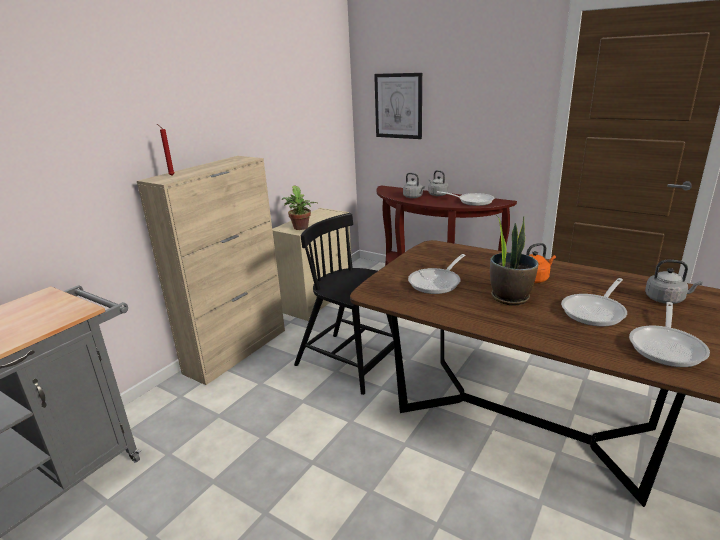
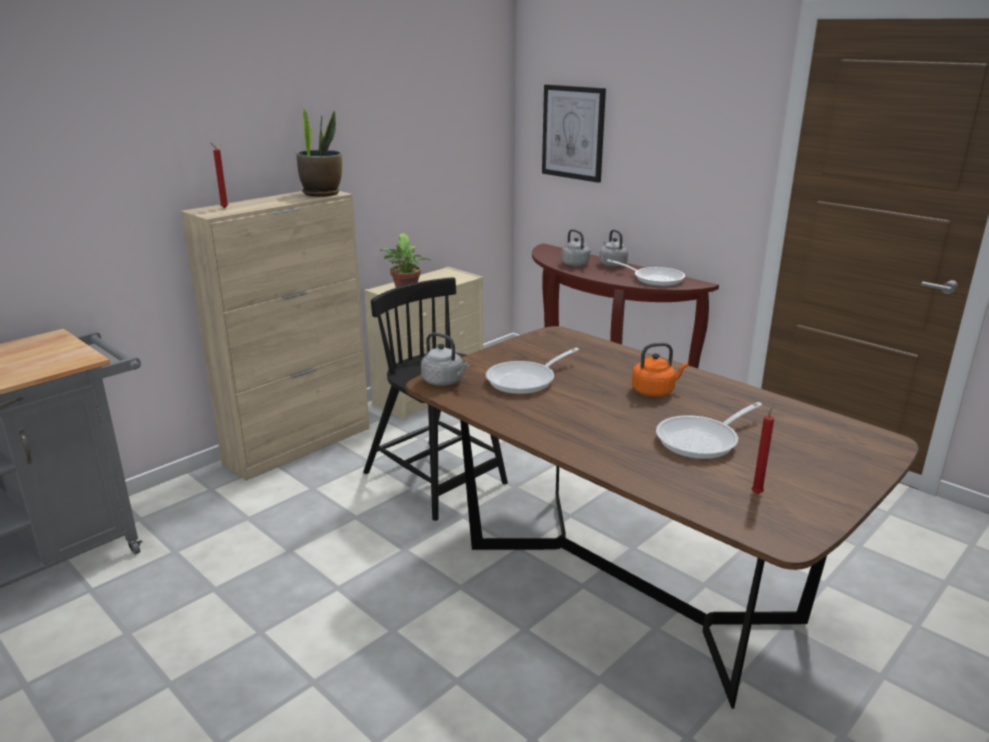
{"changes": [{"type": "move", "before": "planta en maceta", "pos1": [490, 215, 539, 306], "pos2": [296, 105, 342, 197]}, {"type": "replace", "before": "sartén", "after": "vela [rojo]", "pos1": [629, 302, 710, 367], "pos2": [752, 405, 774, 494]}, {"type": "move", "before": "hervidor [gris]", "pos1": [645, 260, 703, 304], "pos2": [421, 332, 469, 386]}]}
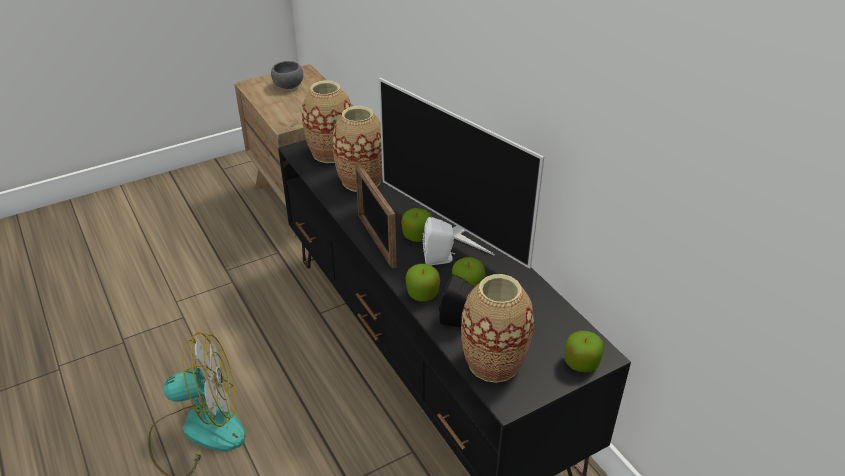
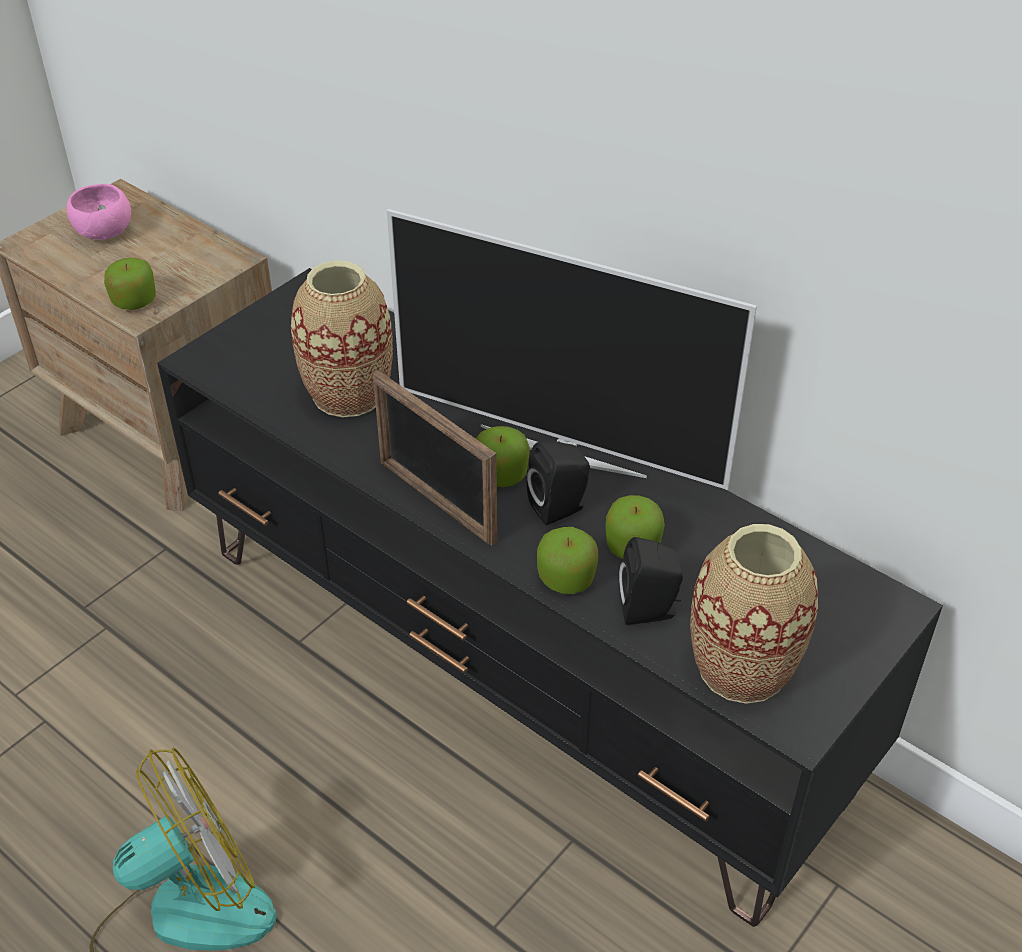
{"changes": [{"type": "recolor", "before": "cuenco [gris]", "after": "cuenco [rosa]", "pos1": [271, 61, 303, 89], "pos2": [67, 184, 131, 240]}, {"type": "delete", "before": "florero", "pos1": [302, 80, 352, 163]}, {"type": "recolor", "before": "altavoz [blanco]", "after": "altavoz [negro]", "pos1": [422, 217, 455, 265], "pos2": [527, 441, 590, 525]}, {"type": "move", "before": "manzana", "pos1": [565, 331, 603, 372], "pos2": [104, 258, 156, 310]}]}
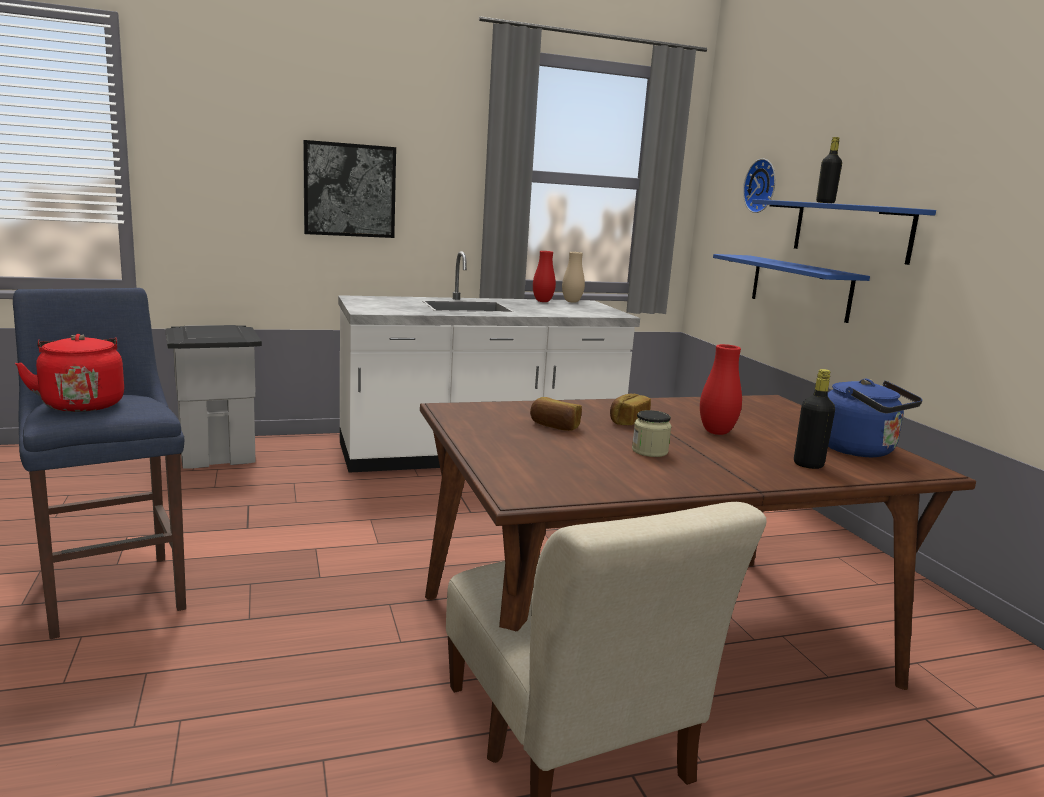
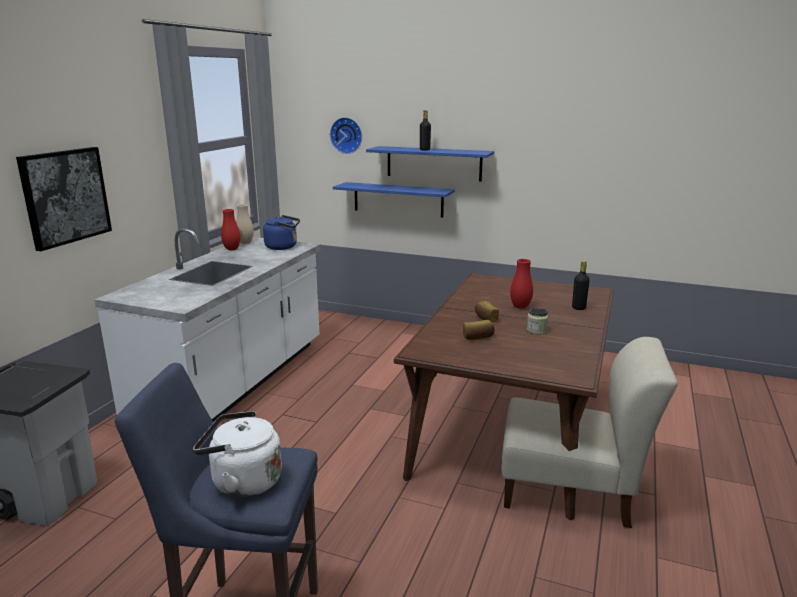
{"changes": [{"type": "recolor", "before": "hervidor [rojo]", "after": "hervidor [blanco]", "pos1": [15, 334, 124, 412], "pos2": [193, 411, 282, 498]}, {"type": "move", "before": "hervidor [azul]", "pos1": [828, 379, 923, 457], "pos2": [263, 215, 300, 250]}]}
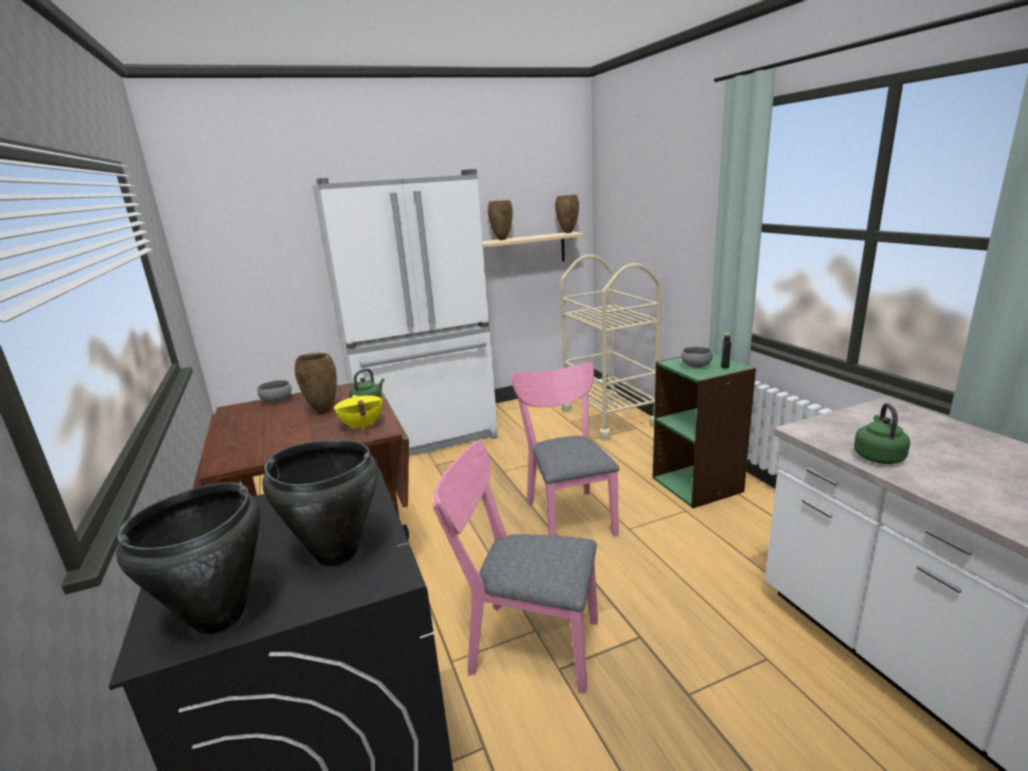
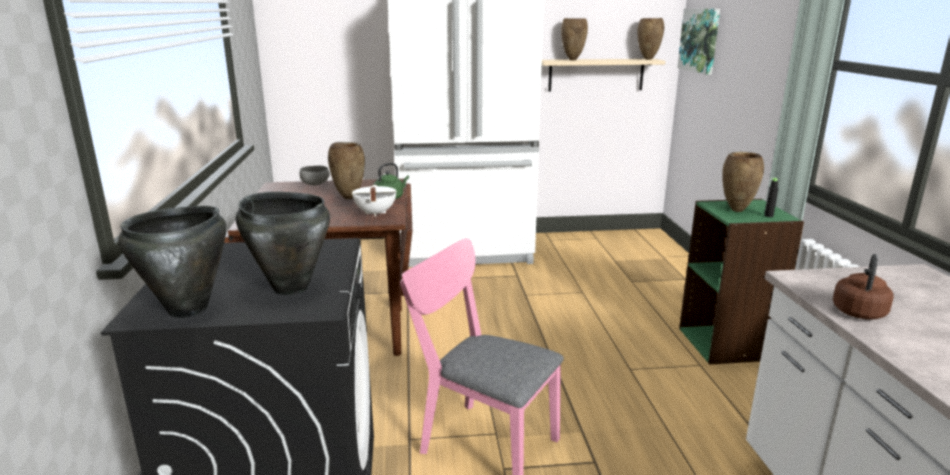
{"changes": [{"type": "recolor", "before": "olla [amarillo]", "after": "olla [blanco]", "pos1": [334, 395, 382, 430], "pos2": [352, 185, 397, 217]}, {"type": "delete", "before": "silla [rosa]", "pos1": [511, 363, 619, 537]}, {"type": "delete", "before": "carrito [beis]", "pos1": [561, 254, 662, 441]}, {"type": "replace", "before": "cuenco [gris]", "after": "florero [marrón]", "pos1": [681, 347, 713, 368], "pos2": [722, 152, 764, 212]}, {"type": "recolor", "before": "hervidor [verde]", "after": "hervidor [marrón]", "pos1": [854, 403, 910, 464], "pos2": [833, 254, 894, 320]}, {"type": "insert", "after": "cuadro", "pos2": [677, 8, 720, 75]}]}
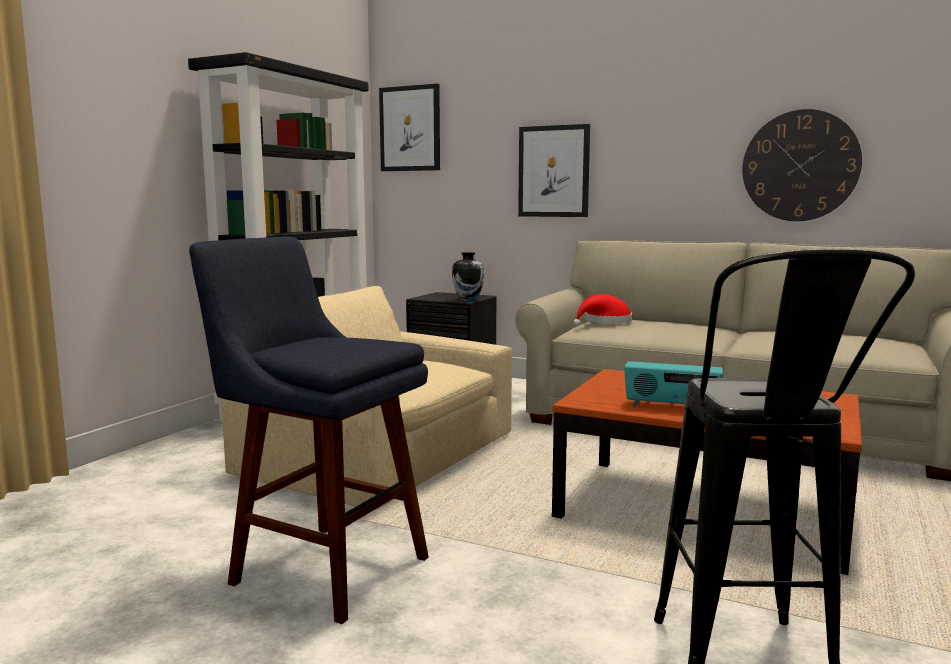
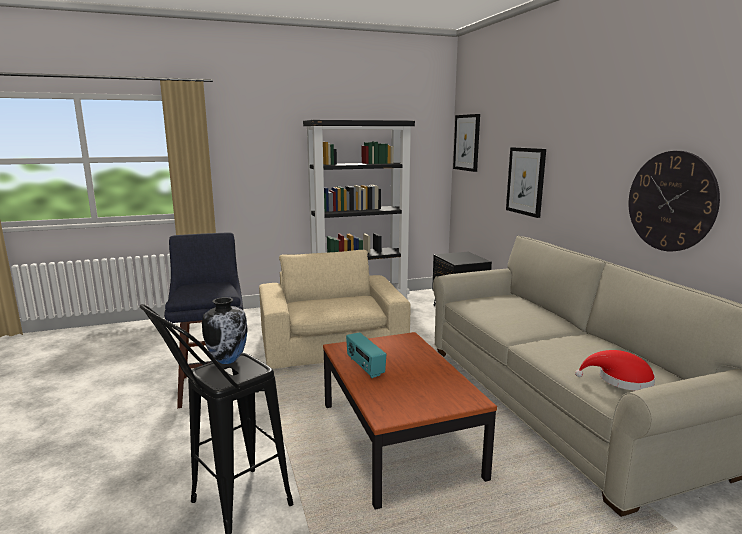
{"changes": [{"type": "move", "before": "florero", "pos1": [452, 252, 484, 301], "pos2": [202, 297, 247, 364]}, {"type": "move", "before": "sombrero [rojo]", "pos1": [573, 294, 632, 326], "pos2": [575, 350, 655, 391]}]}
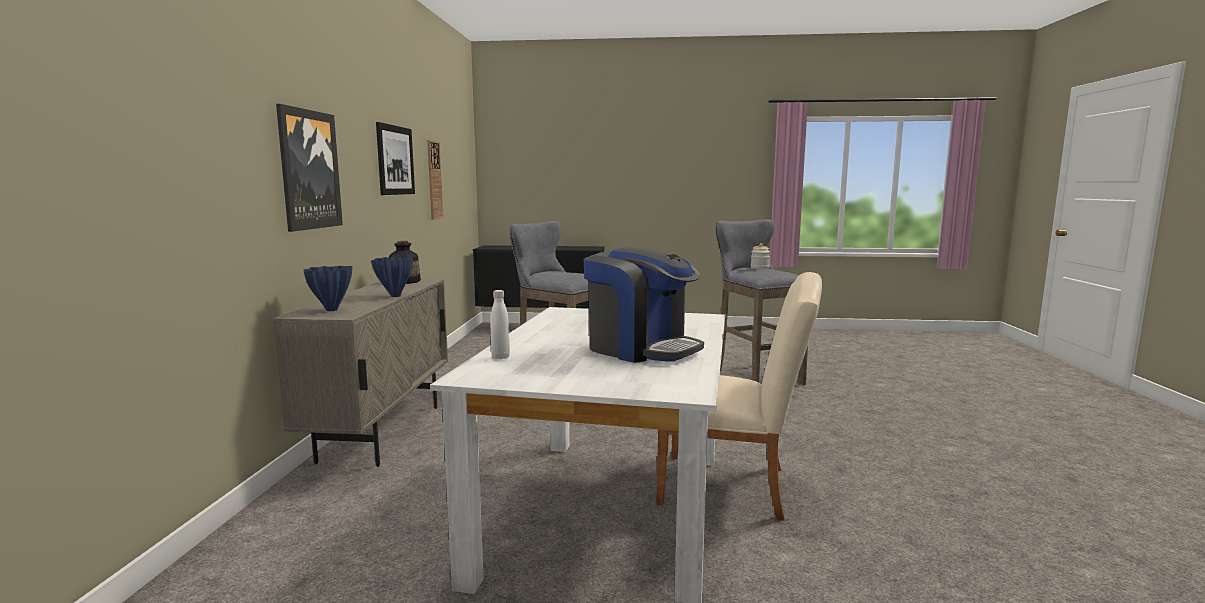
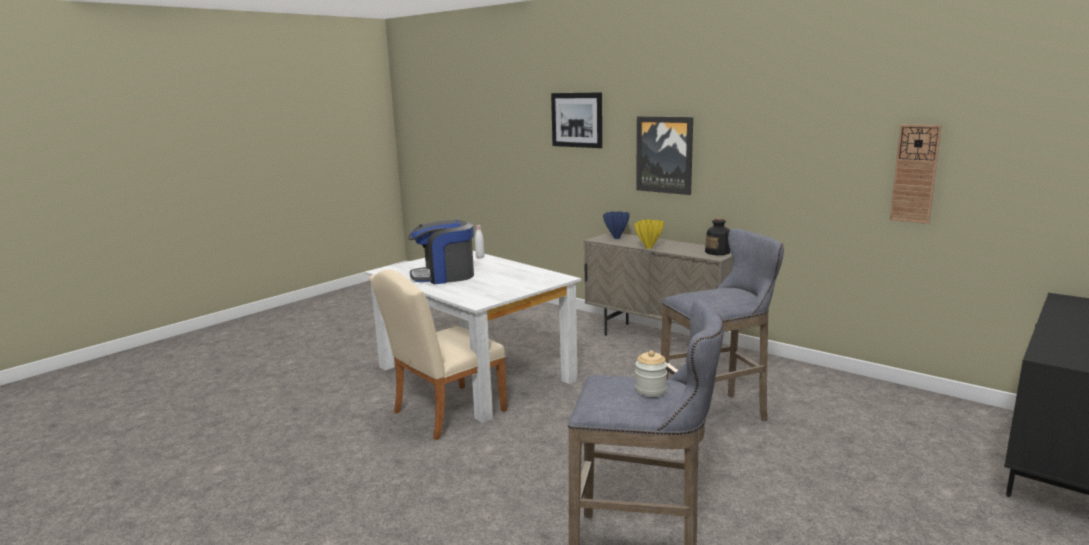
{"changes": [{"type": "recolor", "before": "florero [azul]", "after": "florero [amarillo]", "pos1": [371, 257, 413, 297], "pos2": [634, 219, 664, 249]}, {"type": "move", "before": "cuadro", "pos1": [376, 122, 415, 195], "pos2": [551, 92, 602, 148]}]}
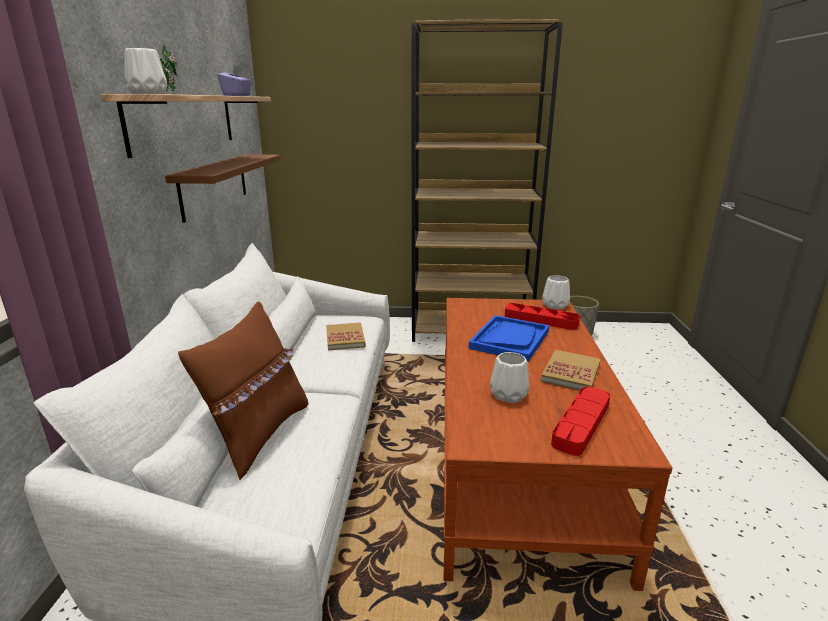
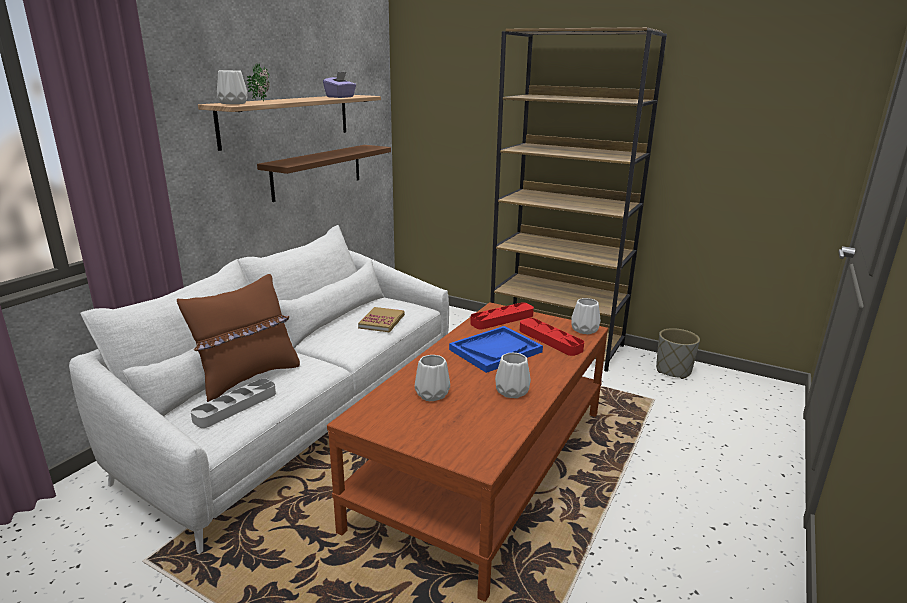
{"changes": [{"type": "replace", "before": "libro", "after": "florero [blanco]", "pos1": [541, 350, 601, 391], "pos2": [495, 353, 531, 398]}, {"type": "move", "before": "bandeja [rojo]", "pos1": [551, 387, 610, 456], "pos2": [470, 303, 534, 329]}, {"type": "insert", "after": "bandeja [gris]", "pos2": [191, 378, 276, 428]}]}
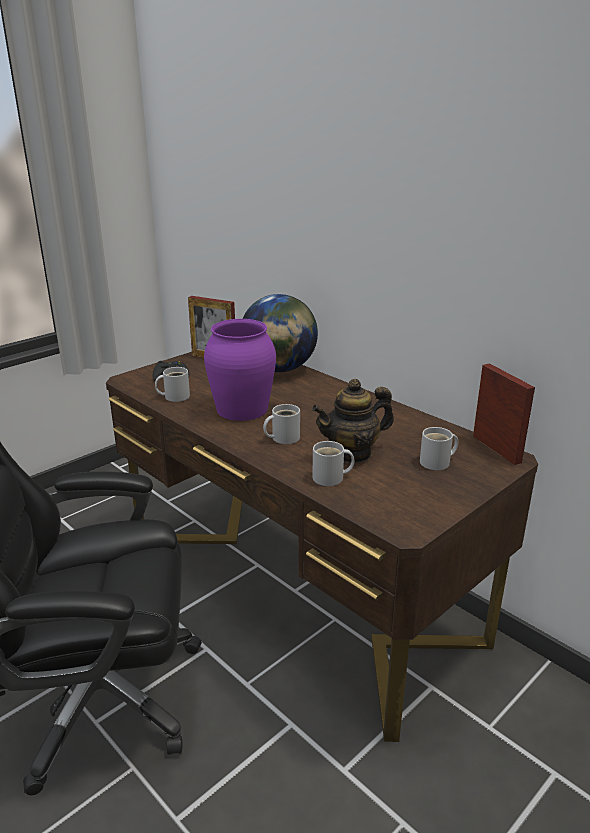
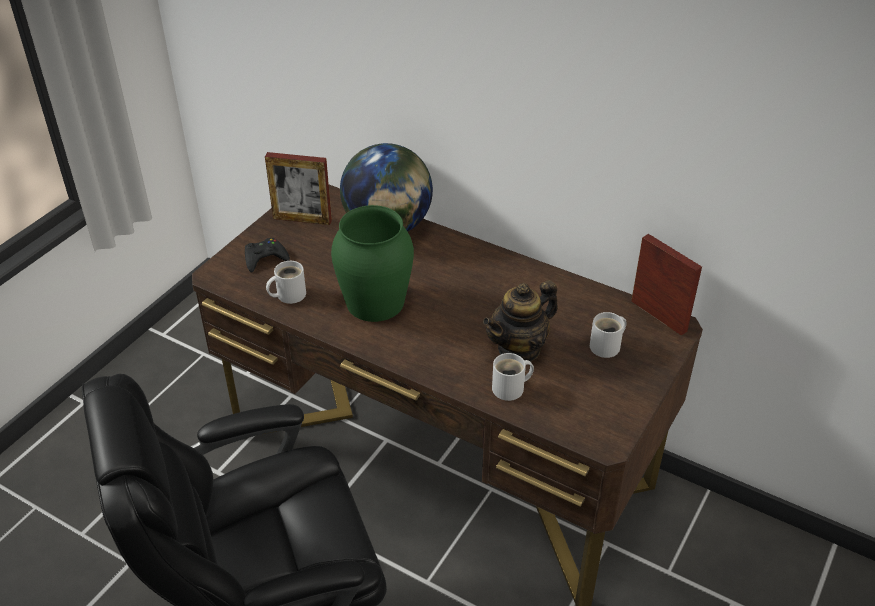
{"changes": [{"type": "recolor", "before": "florero [morado]", "after": "florero [verde]", "pos1": [204, 319, 276, 421], "pos2": [331, 205, 414, 322]}, {"type": "delete", "before": "taza grande [blanco]", "pos1": [263, 404, 300, 444]}]}
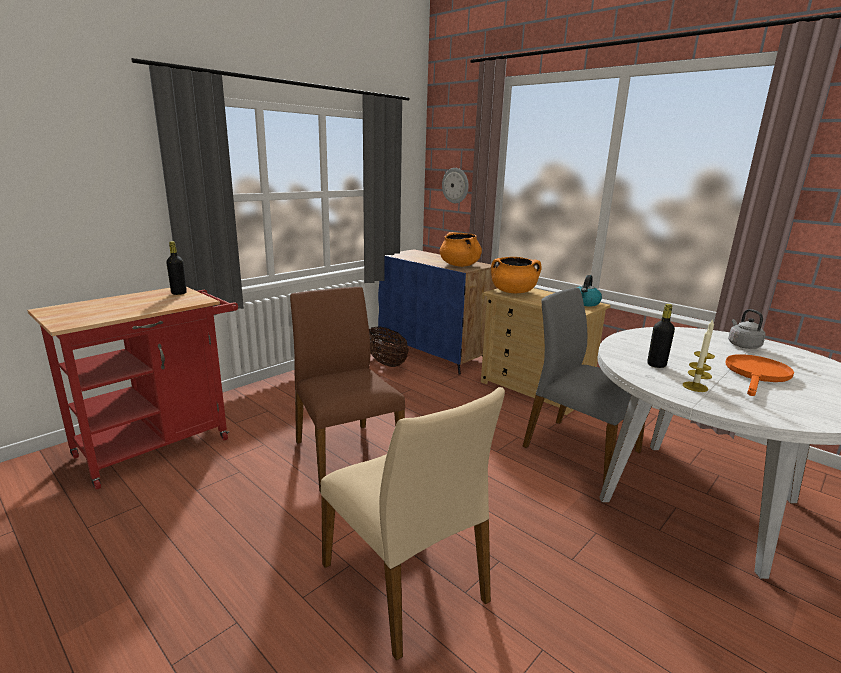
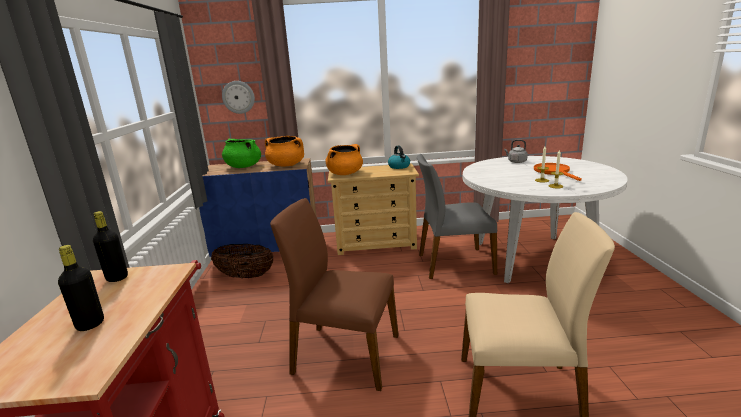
{"changes": [{"type": "move", "before": "botella [negro]", "pos1": [647, 304, 675, 368], "pos2": [58, 245, 104, 331]}, {"type": "insert", "after": "olla [verde]", "pos2": [222, 139, 261, 168]}]}
